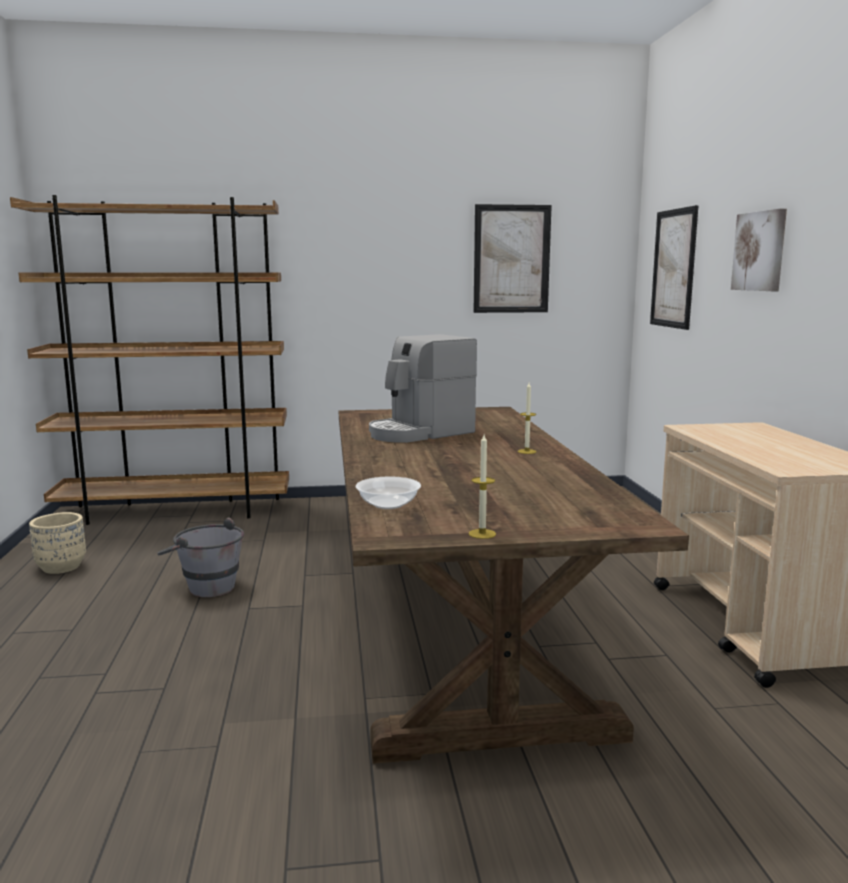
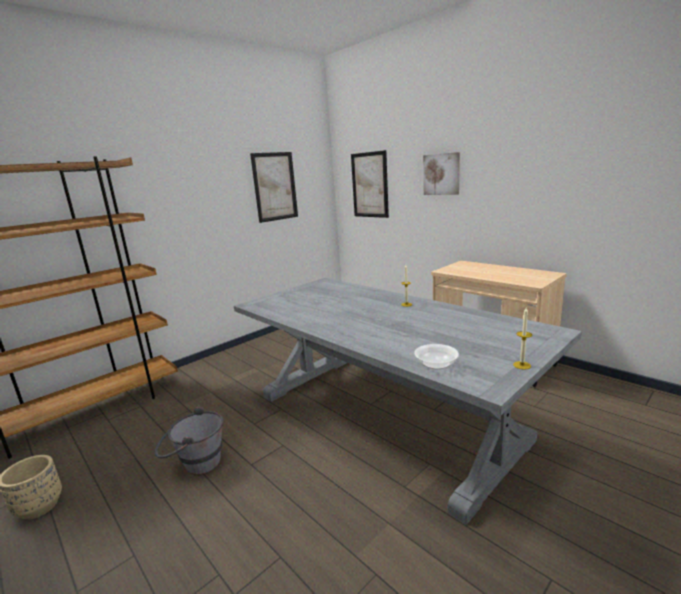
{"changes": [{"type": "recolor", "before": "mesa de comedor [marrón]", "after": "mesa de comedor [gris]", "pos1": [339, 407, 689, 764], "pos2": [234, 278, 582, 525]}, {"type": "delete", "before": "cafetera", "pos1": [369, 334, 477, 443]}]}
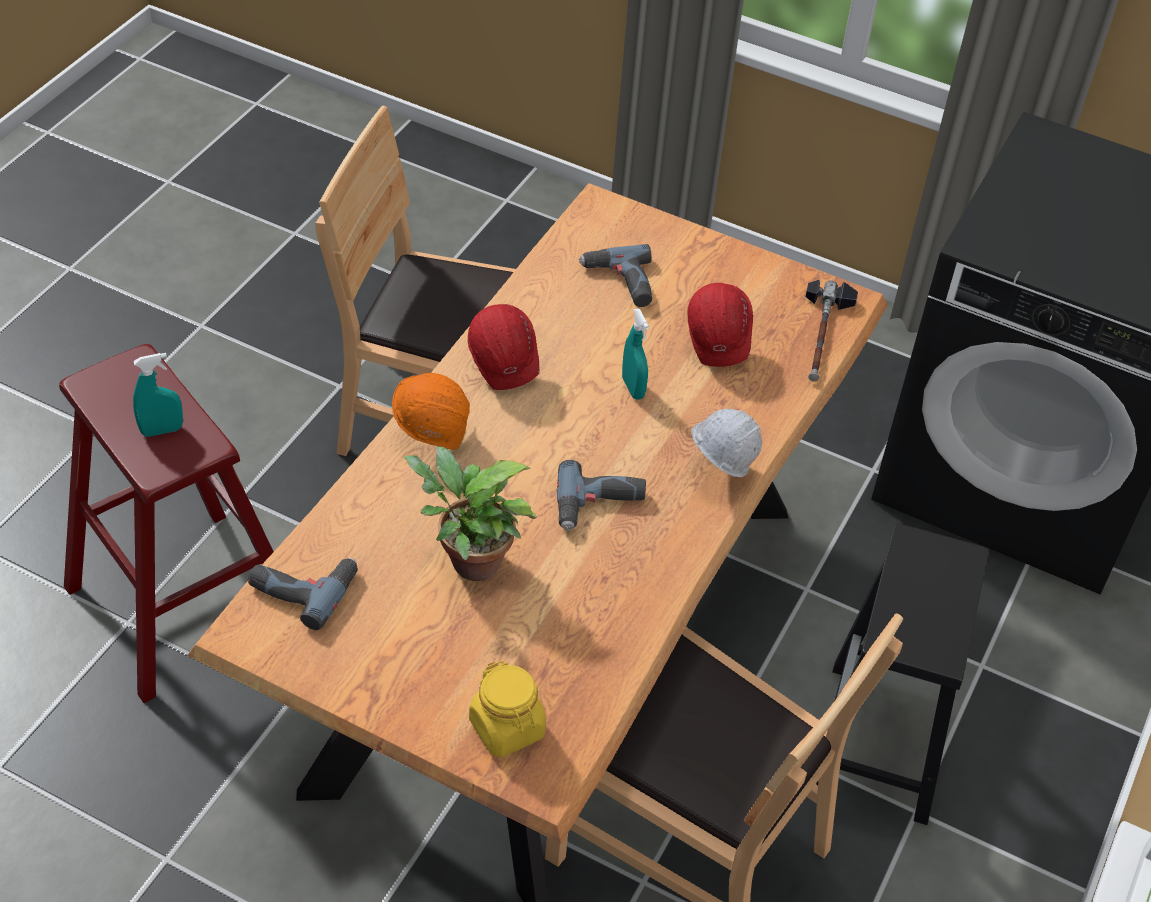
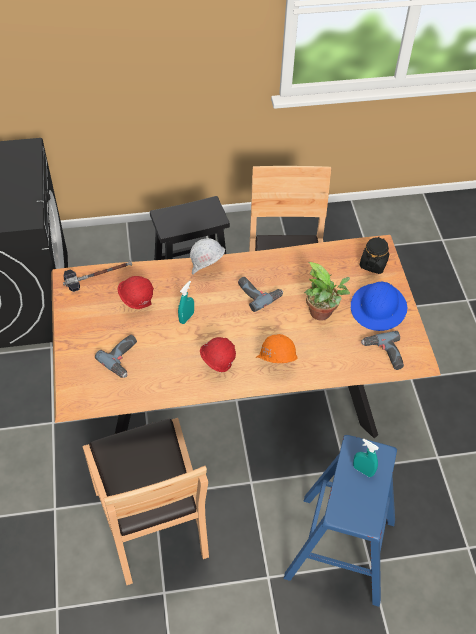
{"changes": [{"type": "recolor", "before": "taburete [rojo]", "after": "taburete [azul]", "pos1": [59, 344, 274, 703], "pos2": [284, 435, 397, 607]}, {"type": "recolor", "before": "tarro [amarillo]", "after": "tarro [negro]", "pos1": [469, 661, 546, 757], "pos2": [360, 237, 389, 274]}, {"type": "insert", "after": "casco [azul]", "pos2": [351, 281, 407, 331]}]}
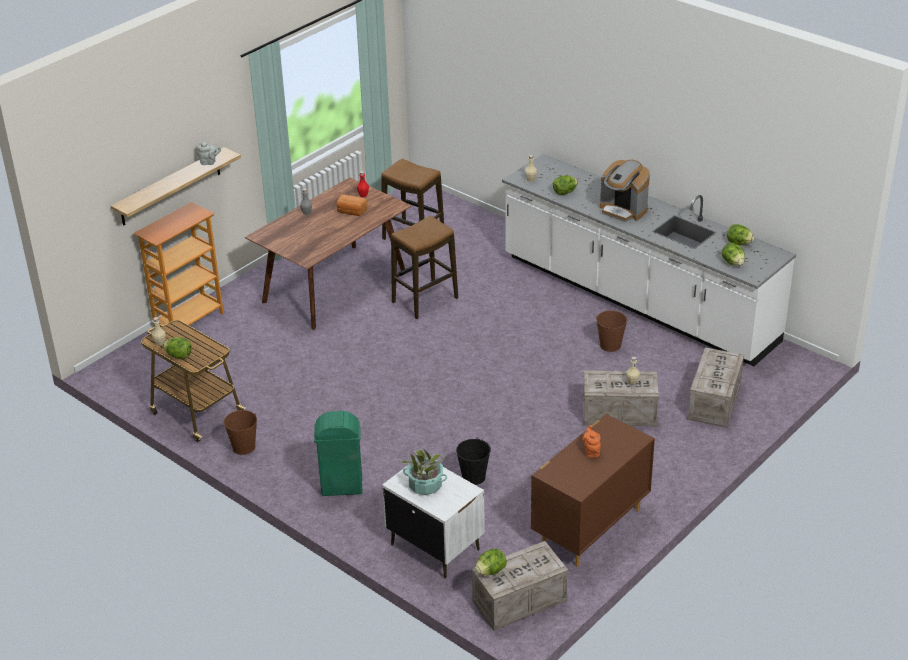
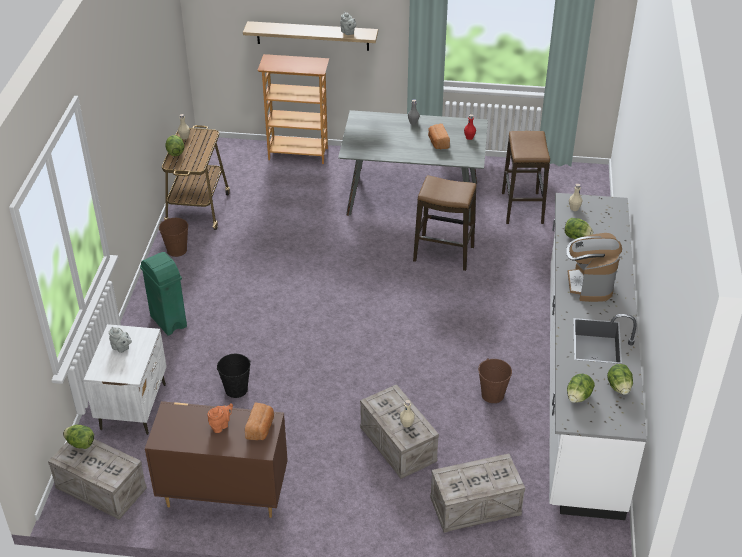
{"changes": [{"type": "recolor", "before": "mesa de comedor [marrón]", "after": "mesa de comedor [gris]", "pos1": [245, 177, 412, 330], "pos2": [338, 110, 488, 222]}, {"type": "replace", "before": "planta en maceta", "after": "tetera [gris]", "pos1": [400, 449, 447, 495], "pos2": [109, 327, 132, 353]}, {"type": "insert", "after": "pan", "pos2": [245, 402, 274, 440]}]}
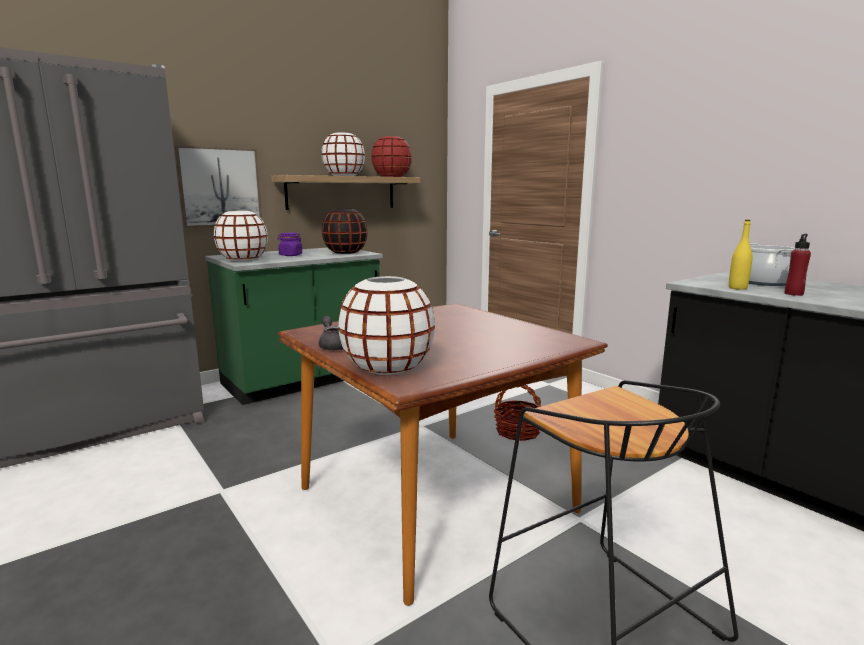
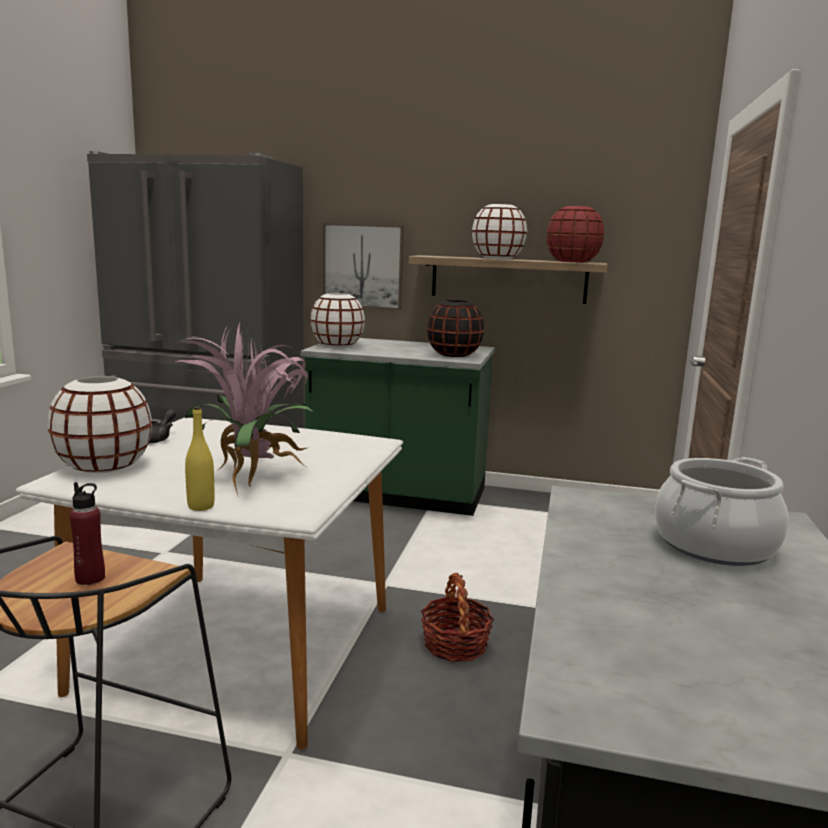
{"changes": [{"type": "delete", "before": "tarro [morado]", "pos1": [277, 232, 303, 256]}, {"type": "recolor", "before": "mesa de comedor [marrón]", "after": "mesa de comedor [blanco]", "pos1": [277, 303, 608, 606], "pos2": [16, 417, 403, 750]}, {"type": "move", "before": "botella [amarillo]", "pos1": [729, 220, 752, 290], "pos2": [185, 406, 215, 511]}, {"type": "move", "before": "botella [rojo]", "pos1": [785, 234, 811, 296], "pos2": [69, 482, 105, 585]}, {"type": "insert", "after": "planta en maceta", "pos2": [176, 323, 315, 495]}]}
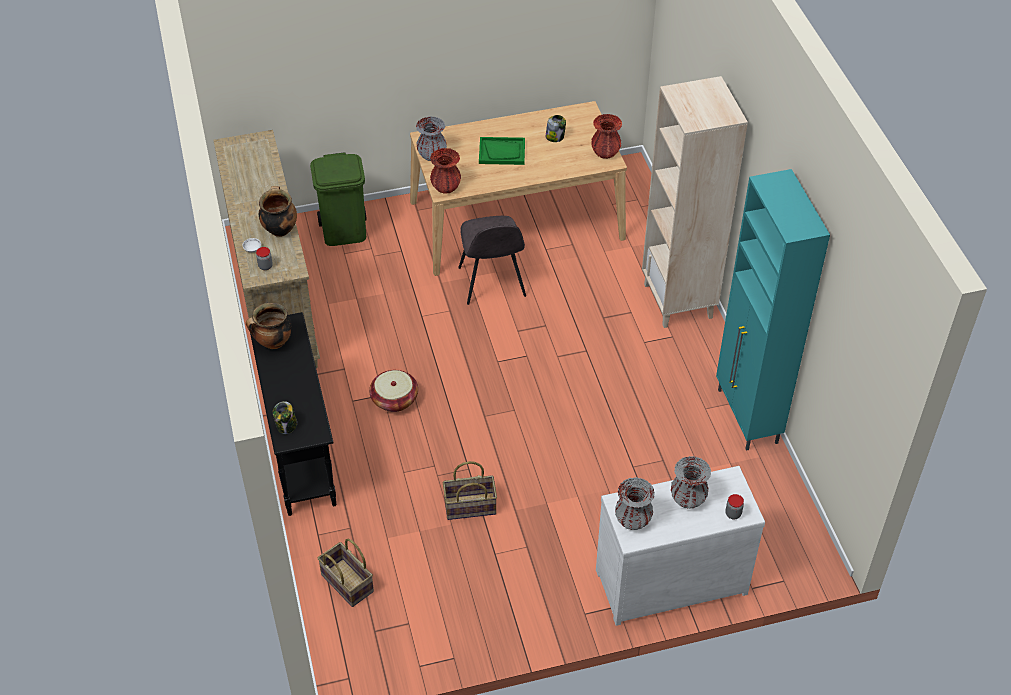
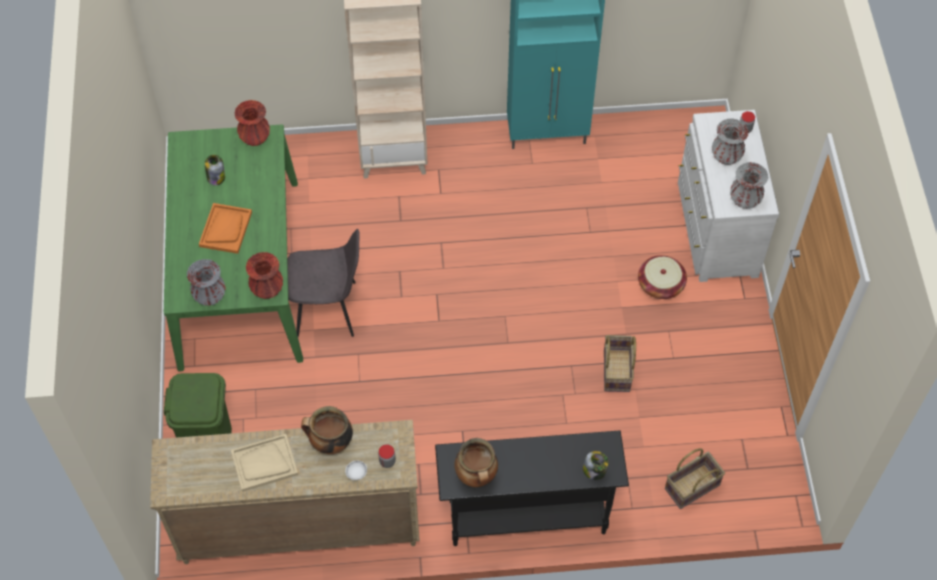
{"changes": [{"type": "move", "before": "cesta", "pos1": [369, 370, 418, 412], "pos2": [638, 255, 687, 299]}, {"type": "recolor", "before": "mesa de comedor [beis]", "after": "mesa de comedor [verde]", "pos1": [410, 101, 627, 276], "pos2": [164, 124, 303, 371]}, {"type": "recolor", "before": "bandeja [verde]", "after": "bandeja [naranja]", "pos1": [479, 137, 525, 165], "pos2": [199, 203, 252, 254]}, {"type": "insert", "after": "bandeja [beis]", "pos2": [231, 434, 298, 492]}]}
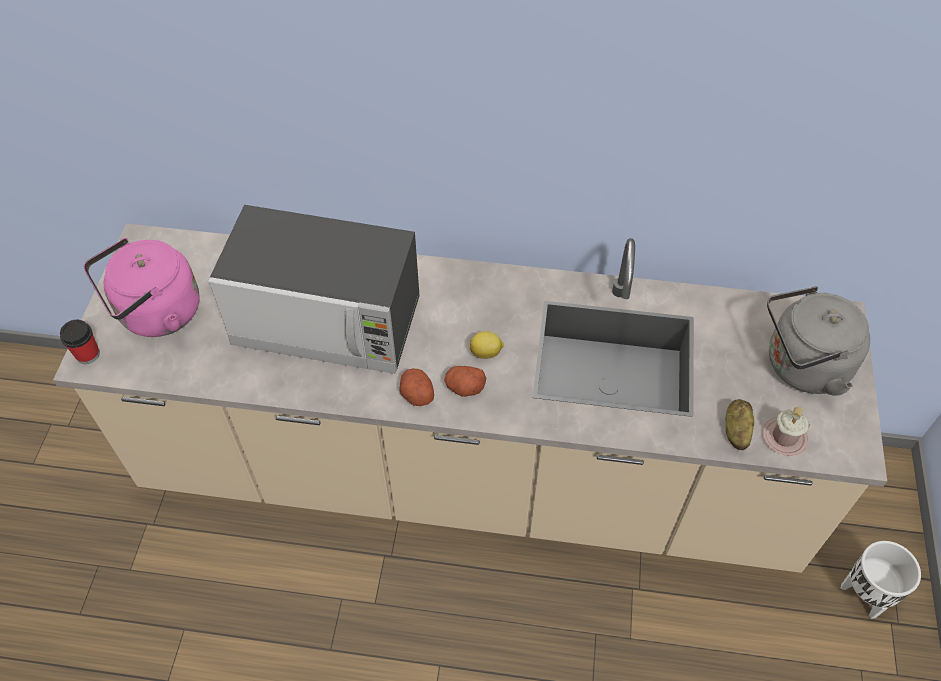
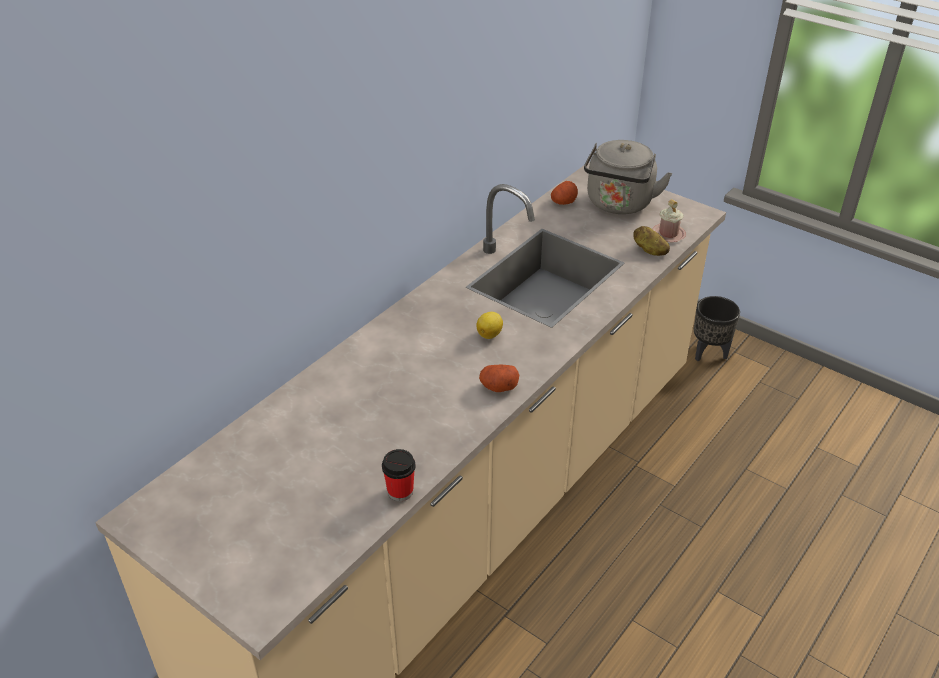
{"changes": [{"type": "move", "before": "taza", "pos1": [60, 320, 100, 364], "pos2": [382, 449, 416, 501]}, {"type": "delete", "before": "hervidor [rosa]", "pos1": [84, 238, 199, 337]}, {"type": "delete", "before": "microondas", "pos1": [208, 205, 419, 374]}, {"type": "move", "before": "patata", "pos1": [444, 366, 486, 397], "pos2": [551, 181, 578, 205]}, {"type": "recolor", "before": "maceta [blanco]", "after": "maceta [negro]", "pos1": [841, 541, 921, 619], "pos2": [694, 296, 740, 361]}]}
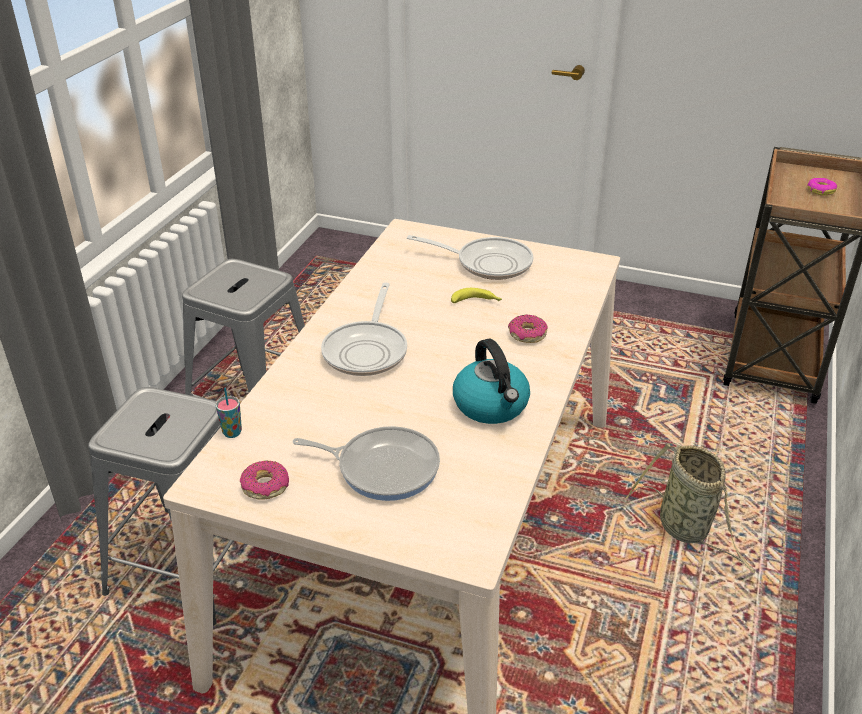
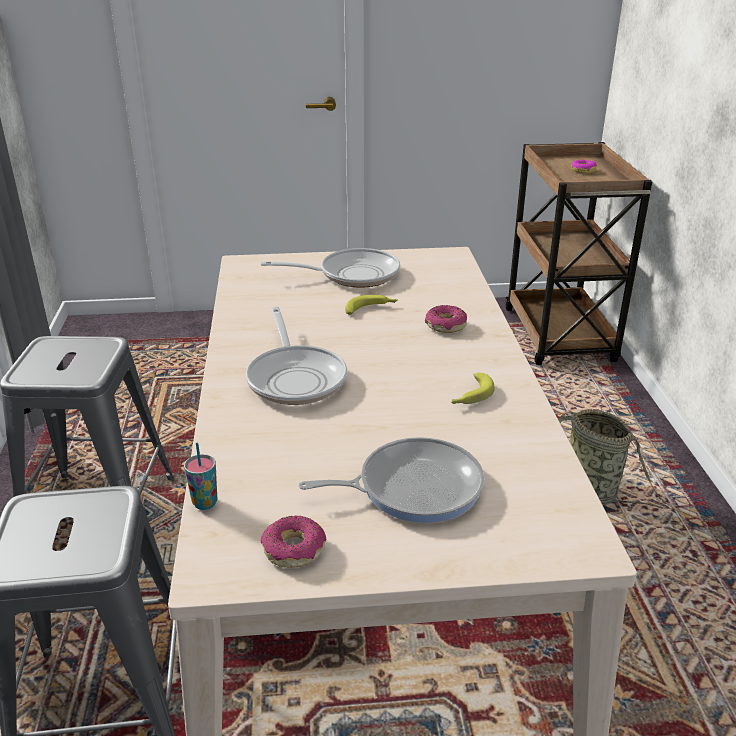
{"changes": [{"type": "replace", "before": "hervidor", "after": "plátano", "pos1": [453, 339, 530, 424], "pos2": [451, 373, 495, 404]}]}
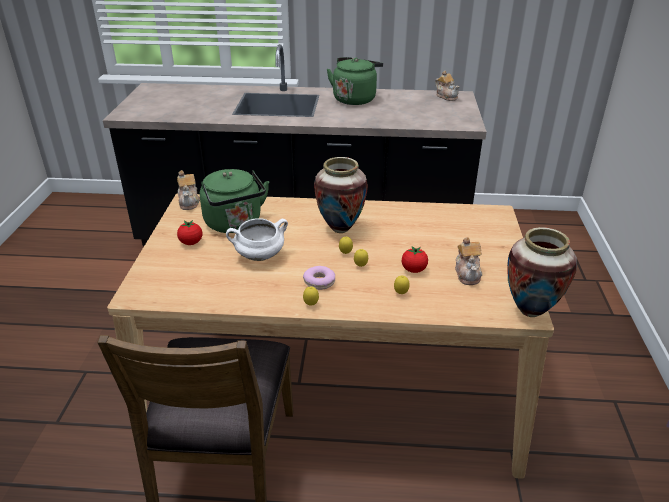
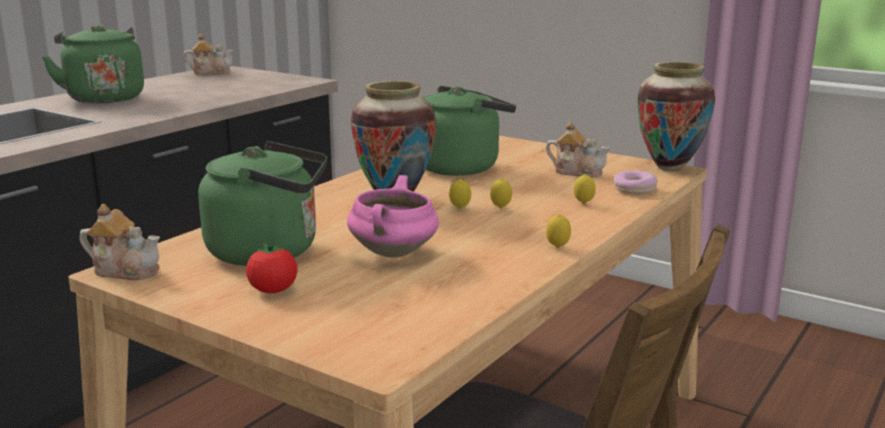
{"changes": [{"type": "recolor", "before": "olla [blanco]", "after": "olla [rosa]", "pos1": [226, 218, 288, 261], "pos2": [347, 175, 439, 258]}, {"type": "move", "before": "rosquilla", "pos1": [303, 266, 335, 290], "pos2": [614, 171, 658, 195]}, {"type": "delete", "before": "tomate", "pos1": [402, 246, 428, 273]}, {"type": "insert", "after": "hervidor [verde]", "pos2": [424, 86, 516, 176]}]}
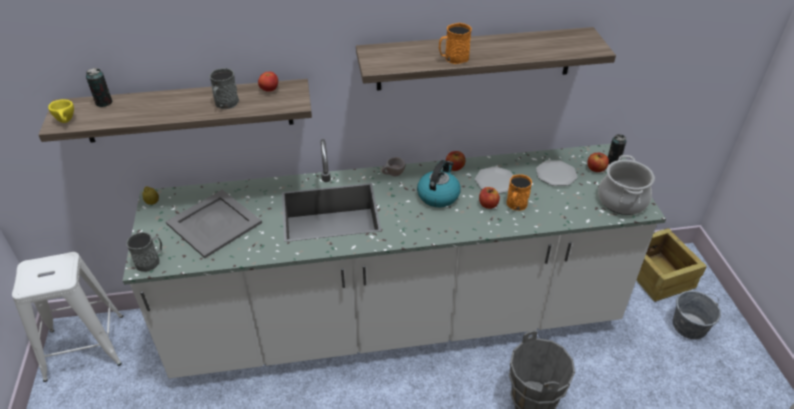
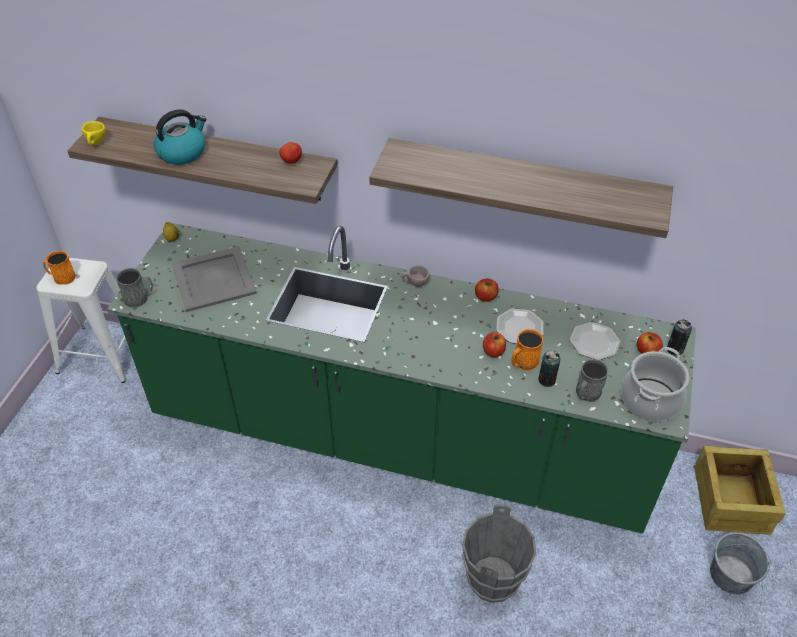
{"changes": [{"type": "move", "before": "lata", "pos1": [86, 68, 112, 107], "pos2": [538, 350, 560, 387]}, {"type": "recolor", "before": "mueble bajo de cocina [blanco]", "after": "mueble bajo de cocina [verde]", "pos1": [123, 139, 666, 378], "pos2": [107, 223, 696, 534]}, {"type": "move", "before": "taza grande [gris]", "pos1": [209, 68, 239, 109], "pos2": [576, 359, 608, 402]}, {"type": "move", "before": "hervidor", "pos1": [417, 160, 461, 207], "pos2": [154, 109, 206, 165]}, {"type": "move", "before": "taza grande [naranja]", "pos1": [439, 23, 472, 64], "pos2": [43, 251, 76, 285]}]}
